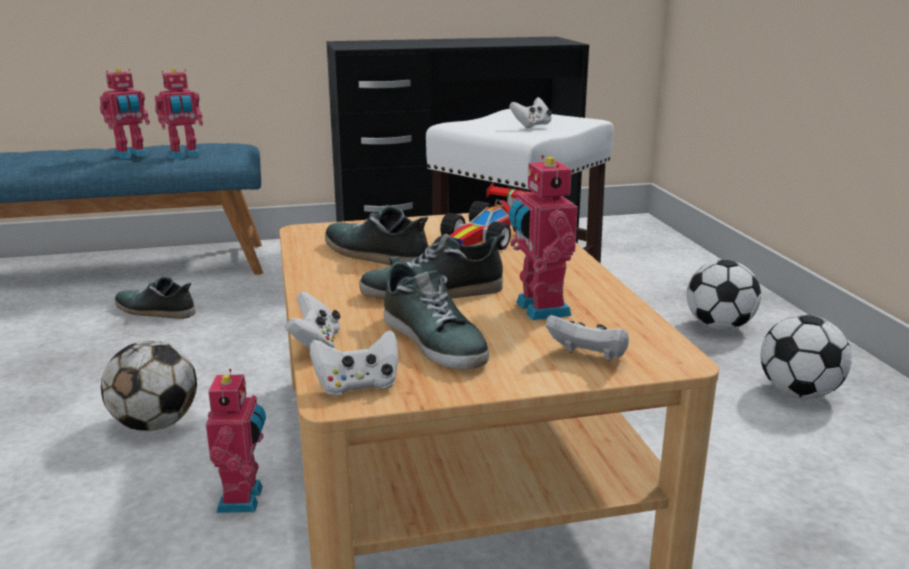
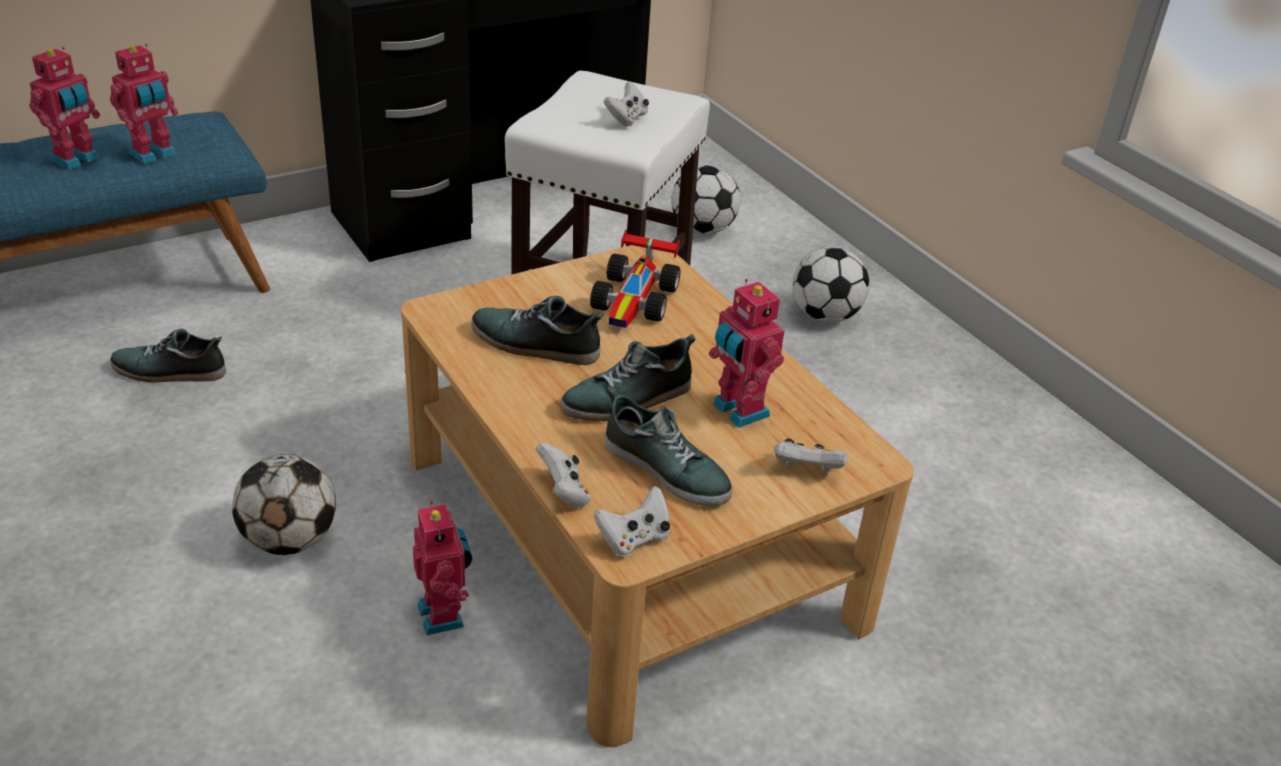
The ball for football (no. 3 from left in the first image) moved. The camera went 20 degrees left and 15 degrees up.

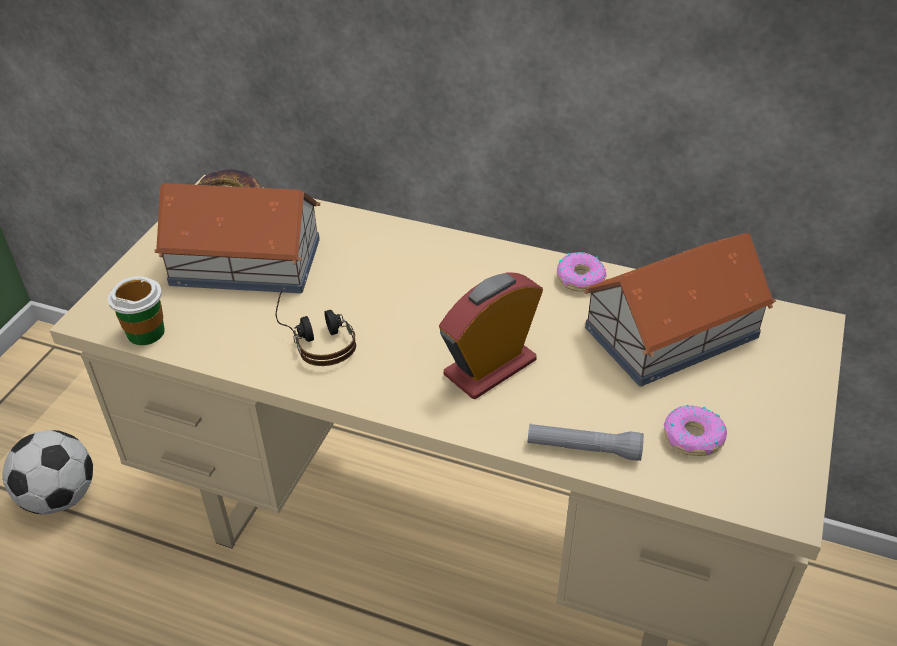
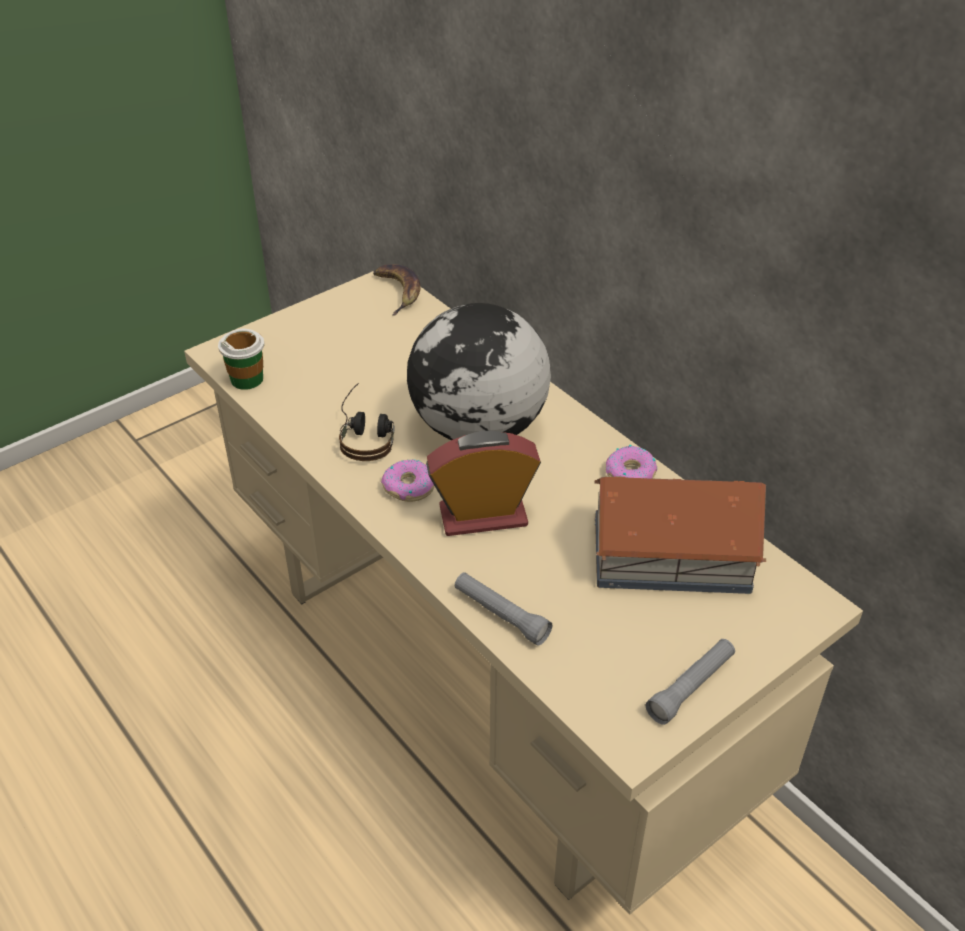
The ball for football disappeared. The miniature house (no. 1 from left) disappeared. The world globe appeared. The gray hand torch (no. 2 from left) appeared. The donut (no. 2 from left in the first image) moved. The camera went 30 degrees right and 0 degrees up.

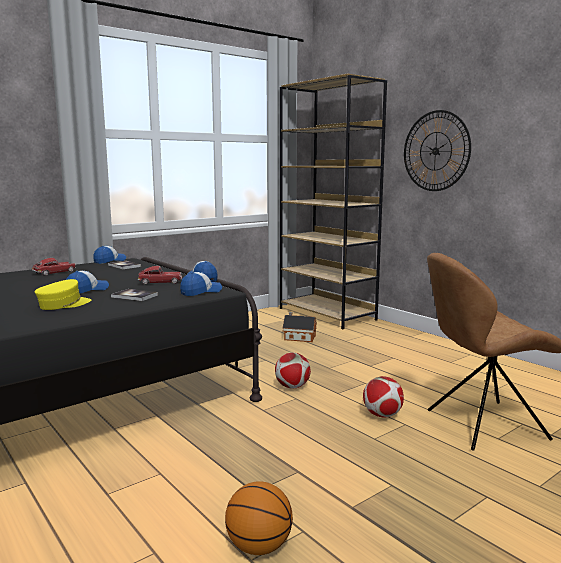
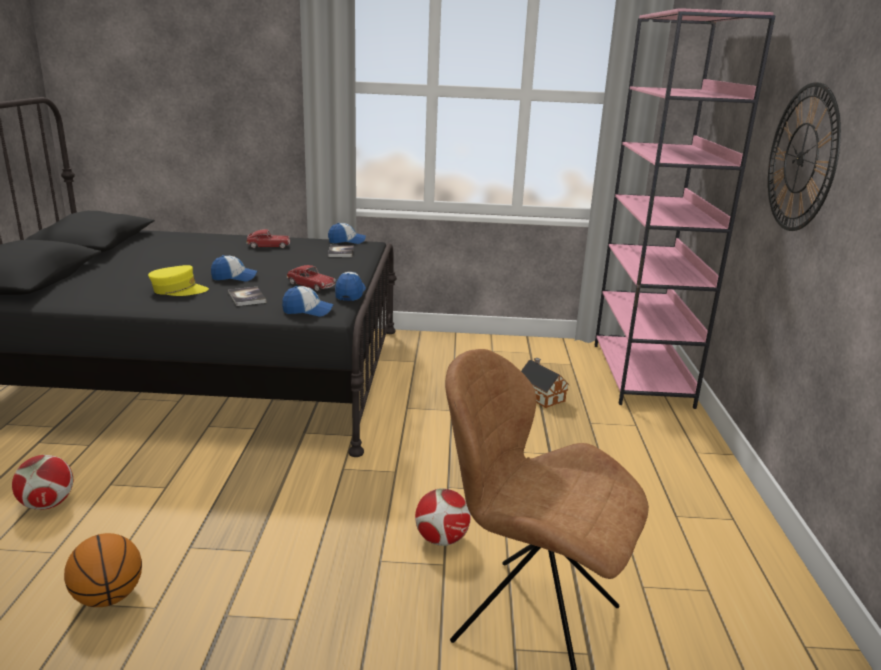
The ball for football (no. 1 from left) moved. The brown-coloured bookshelf became the pinkish bookshelf. The camera went 40 degrees right and 10 degrees up.

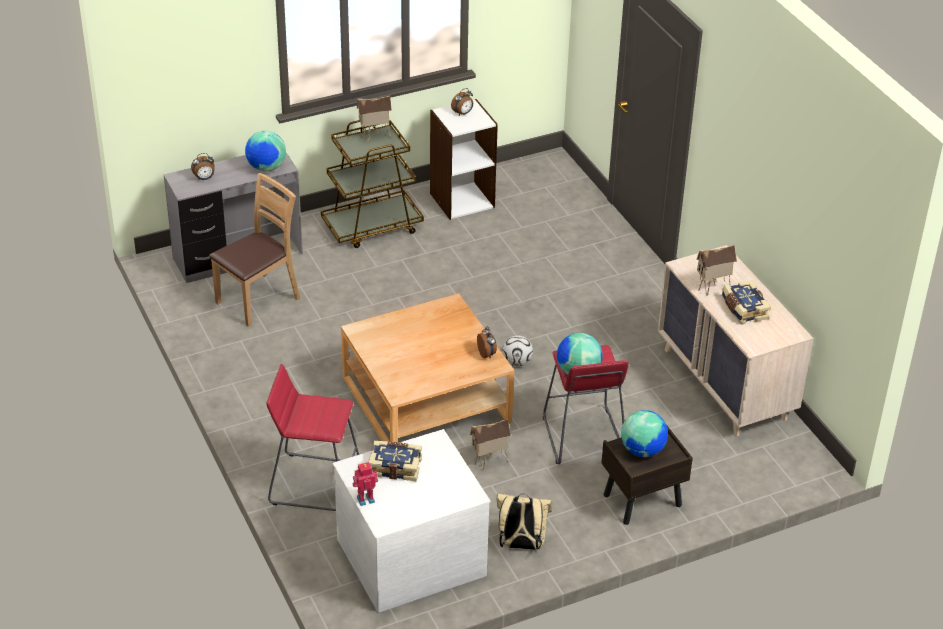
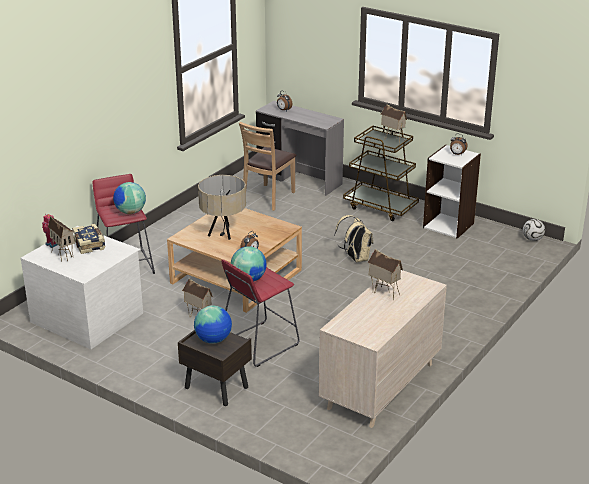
The volume (no. 2 from left) disappeared. The miniature house (no. 1 from left) appeared. The beige table lamp appeared. The world globe (no. 1 from left) moved. The beige backpack moved. The ball for football moved. The brown-coloured plain chair turned 105 degrees clockwise. The camera went 60 degrees right and 10 degrees down.

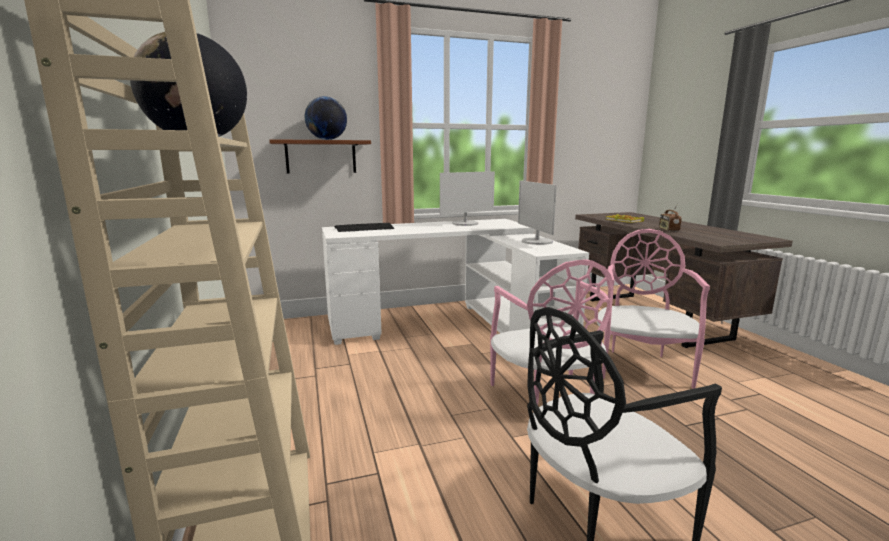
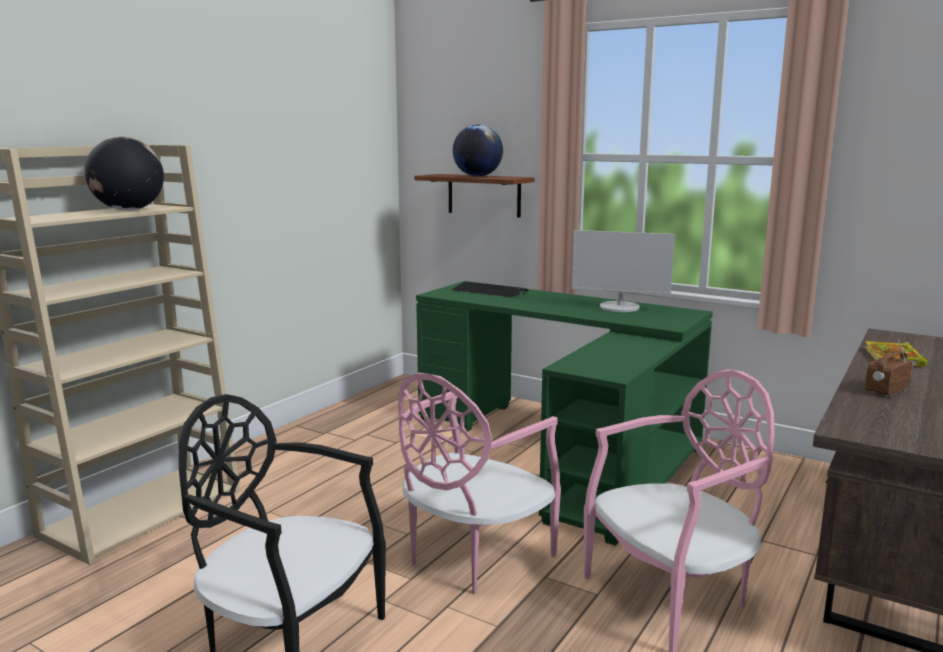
The computer screen (no. 2 from left) disappeared. The white-coloured desk table became the green desk table. The camera went 50 degrees right and 0 degrees up.

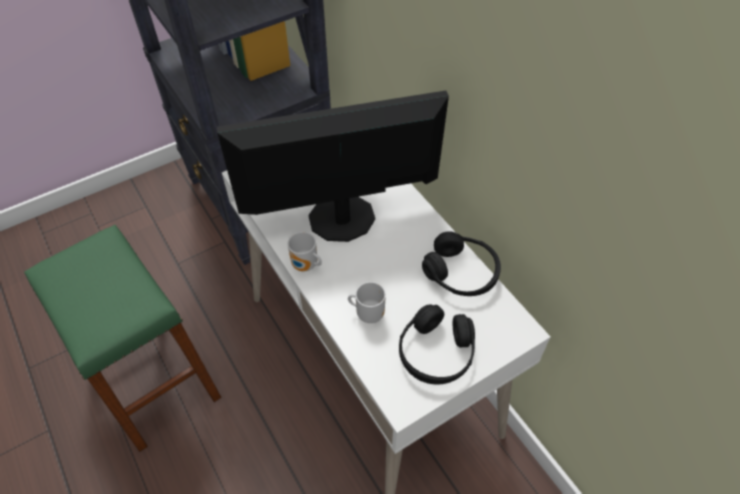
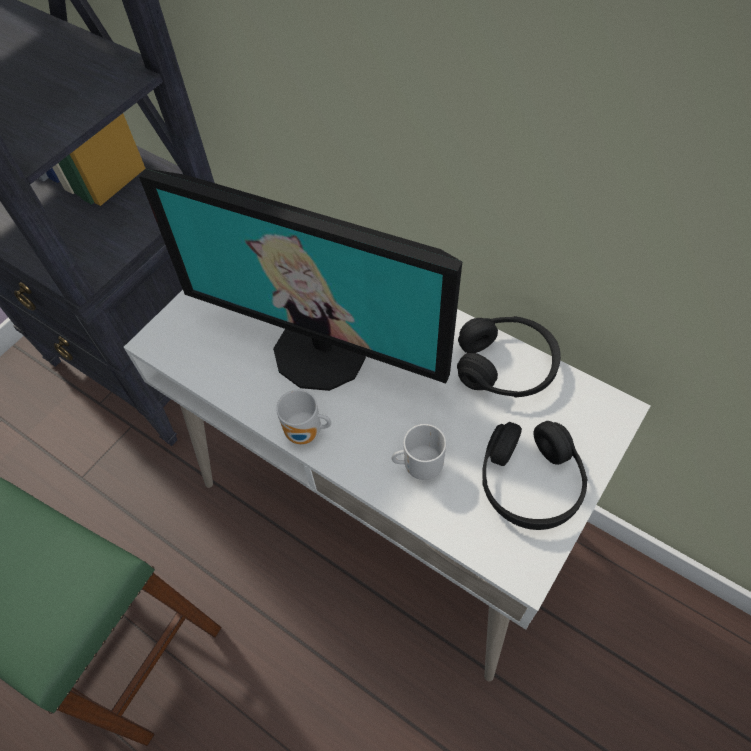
The computer screen turned 120 degrees counterclockwise. The camera went 20 degrees left and 5 degrees up.

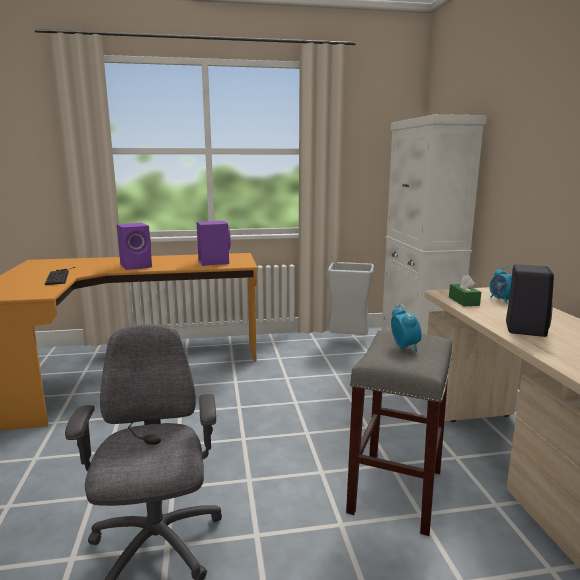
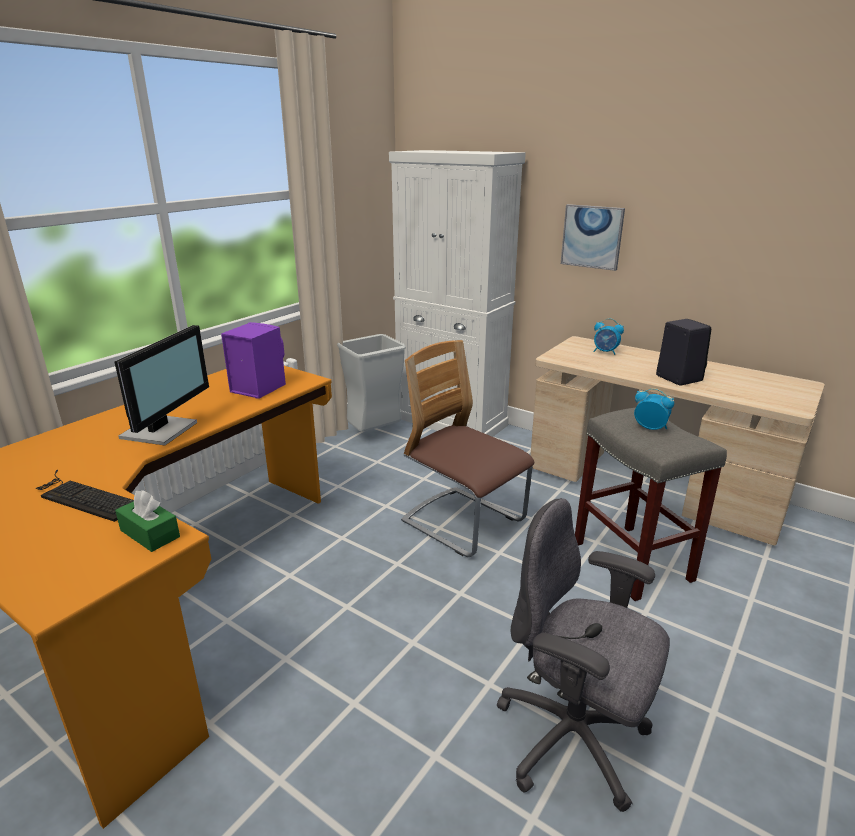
The plain chair appeared. The picture appeared. The green box of tissues moved. The purplish speaker (no. 1 from left) was replaced by the computer screen. The camera went 45 degrees left and 10 degrees up.

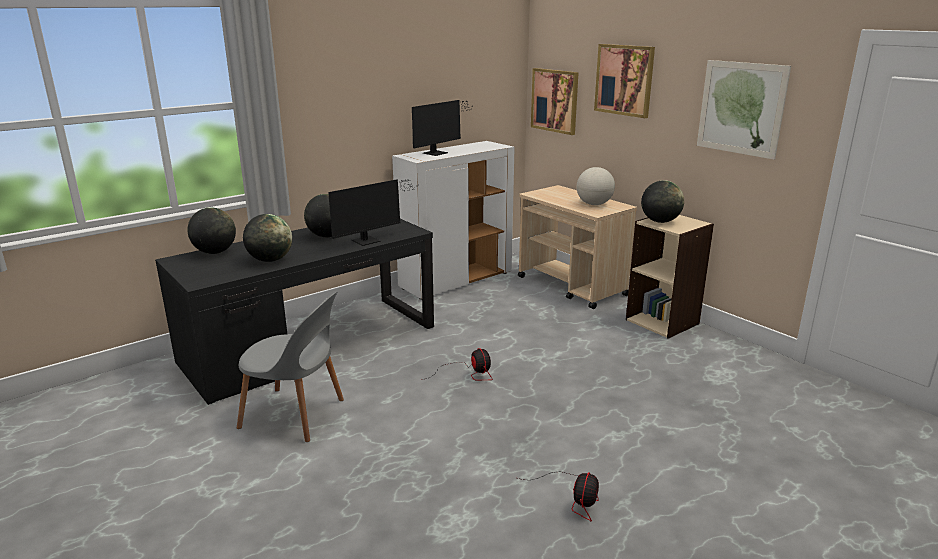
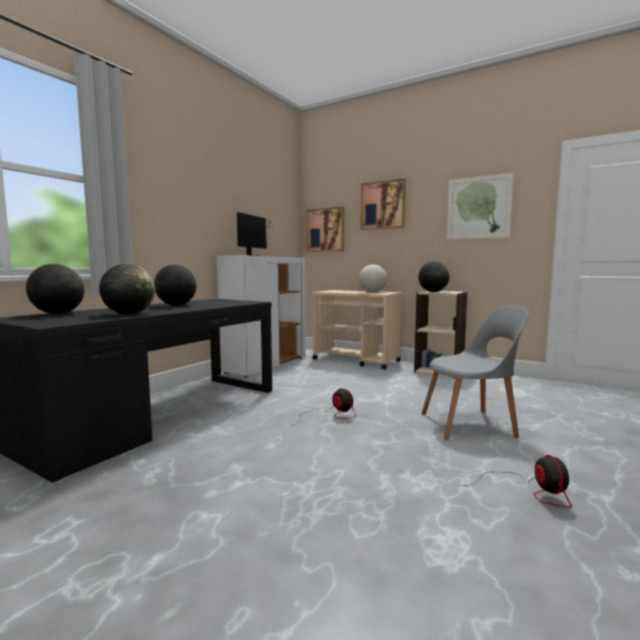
The computer screen (no. 1 from left) disappeared. The gray plain chair moved. The camera went 20 degrees left and 15 degrees down.

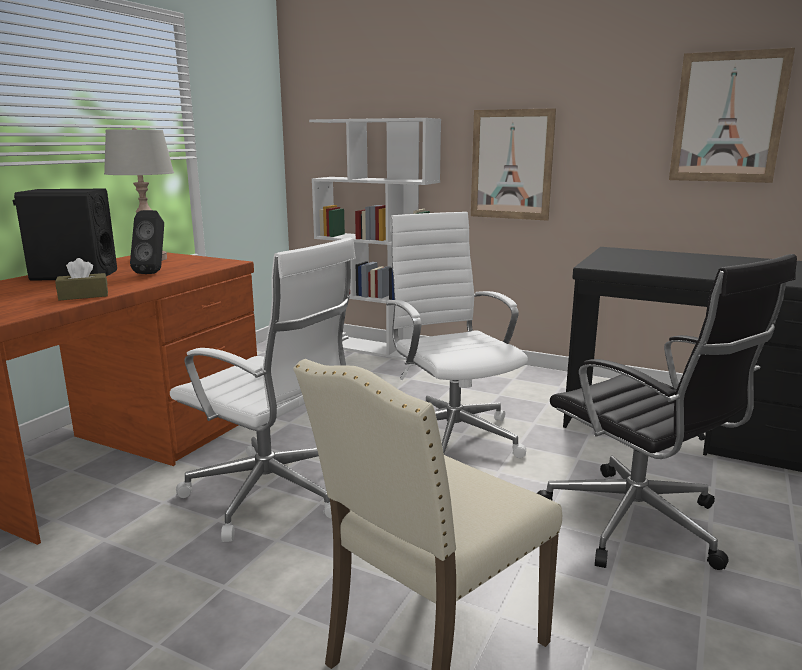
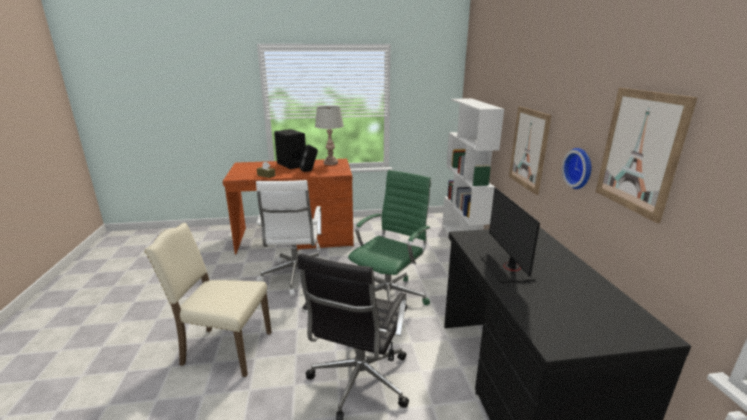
The computer screen appeared. The hanging clock appeared. The white-coloured computer chair (no. 2 from left) became the green computer chair. The camera went 55 degrees right and 5 degrees up.

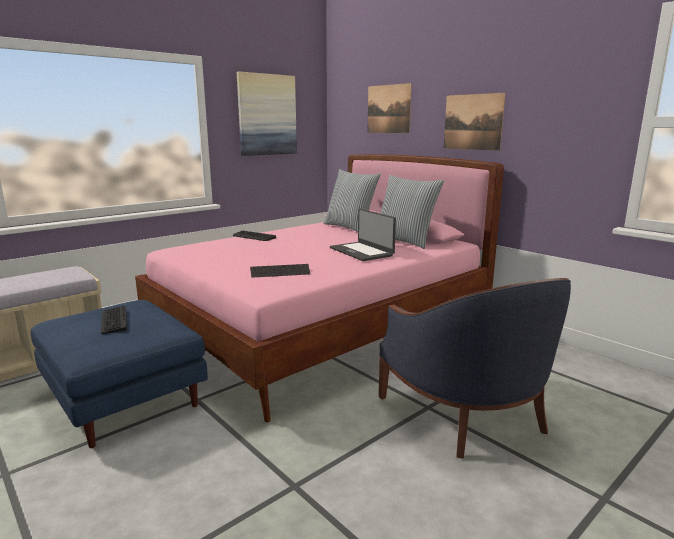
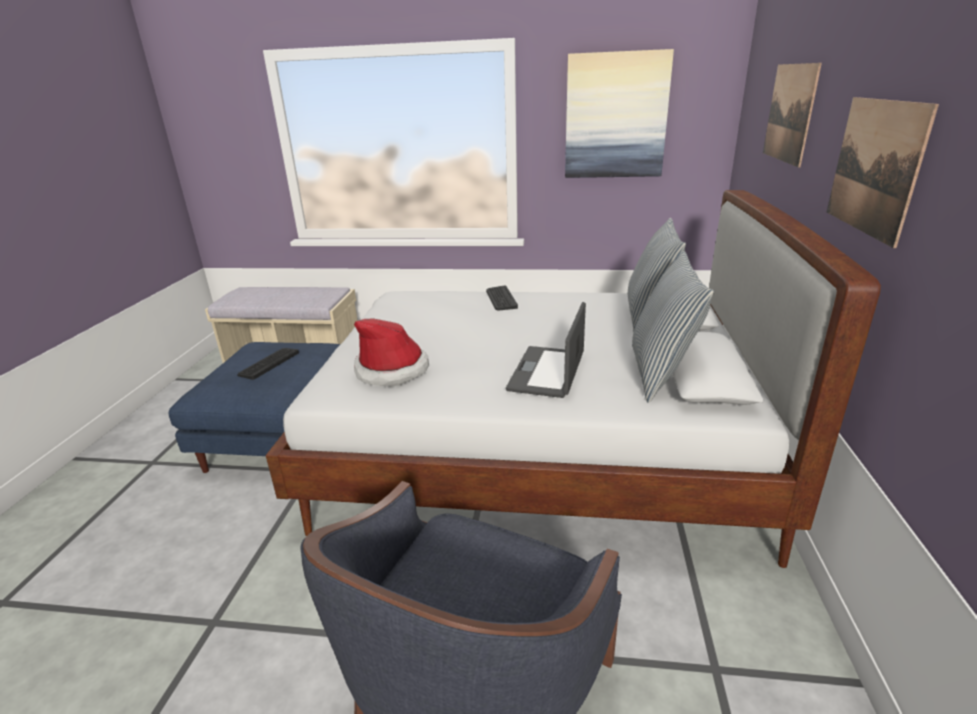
The keyboard (no. 3 from left) was replaced by the hat. The pinkish bedroom bed became the white-coloured bedroom bed. The camera went 50 degrees right and 10 degrees up.

